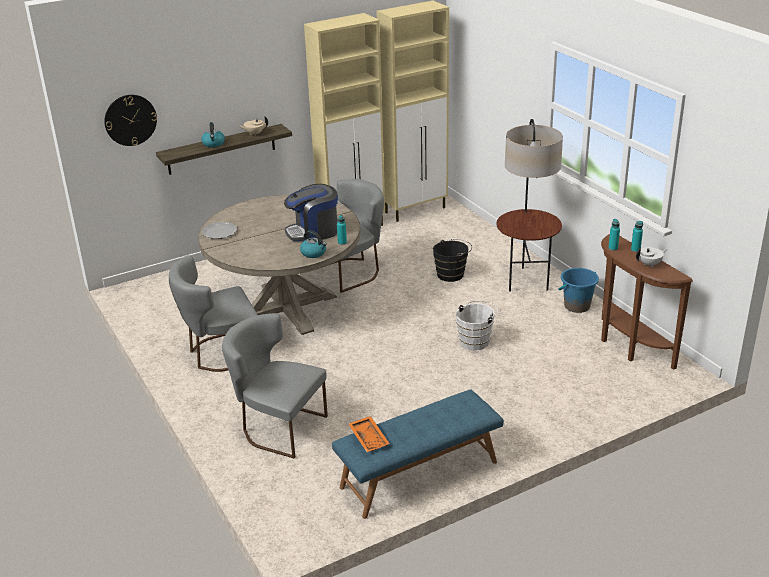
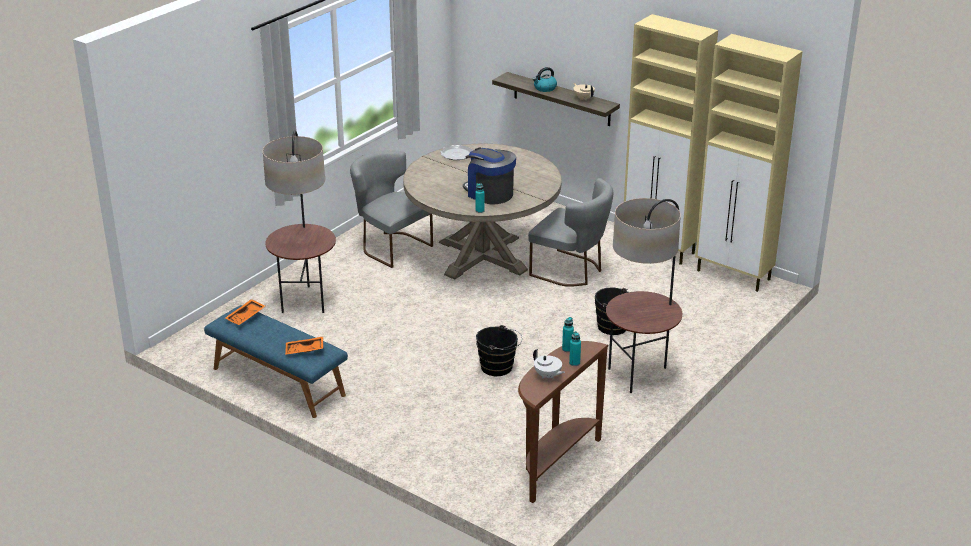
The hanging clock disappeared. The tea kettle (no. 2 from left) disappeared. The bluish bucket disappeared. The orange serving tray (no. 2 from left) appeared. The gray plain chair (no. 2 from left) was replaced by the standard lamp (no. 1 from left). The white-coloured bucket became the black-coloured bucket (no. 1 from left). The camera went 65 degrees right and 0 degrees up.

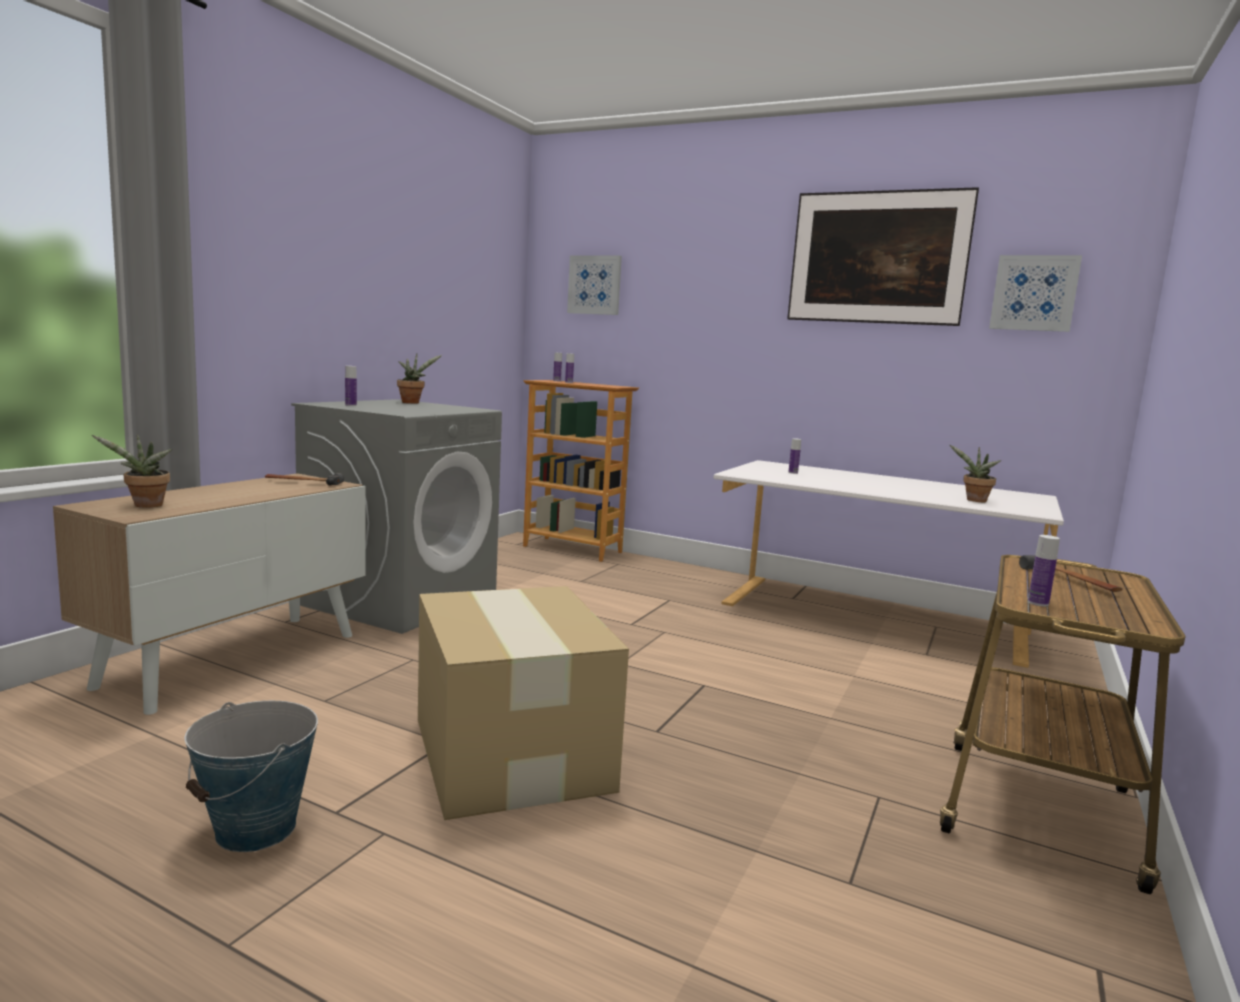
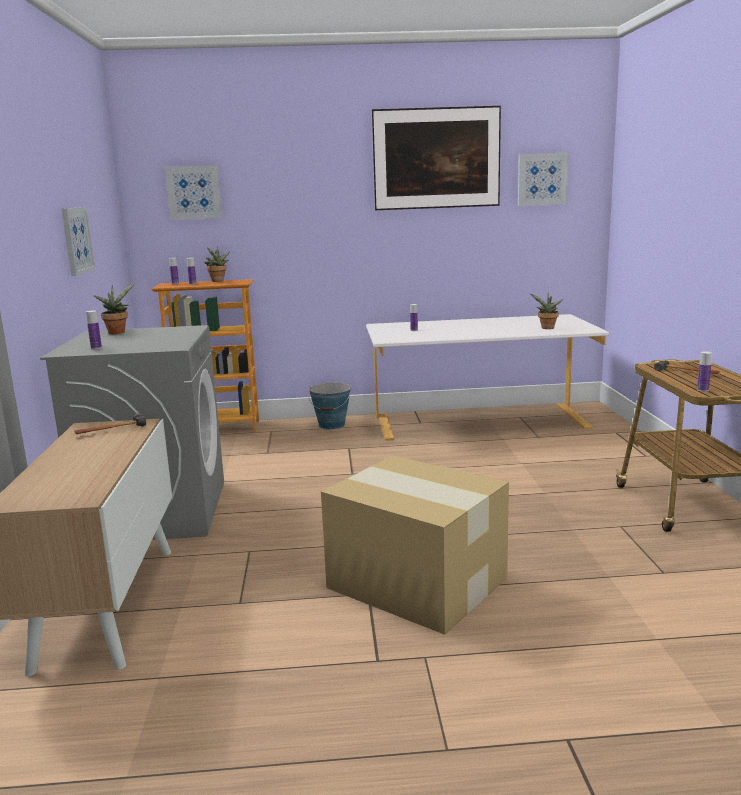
The picture (no. 1 from left) appeared. The plant in a pot (no. 1 from left in the first image) moved. The bucket moved. The camera went 30 degrees left and 5 degrees up.

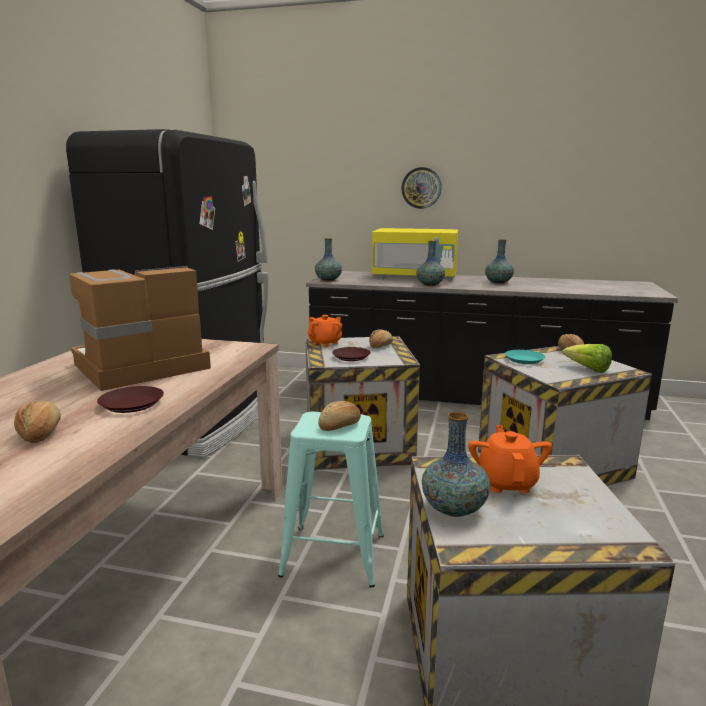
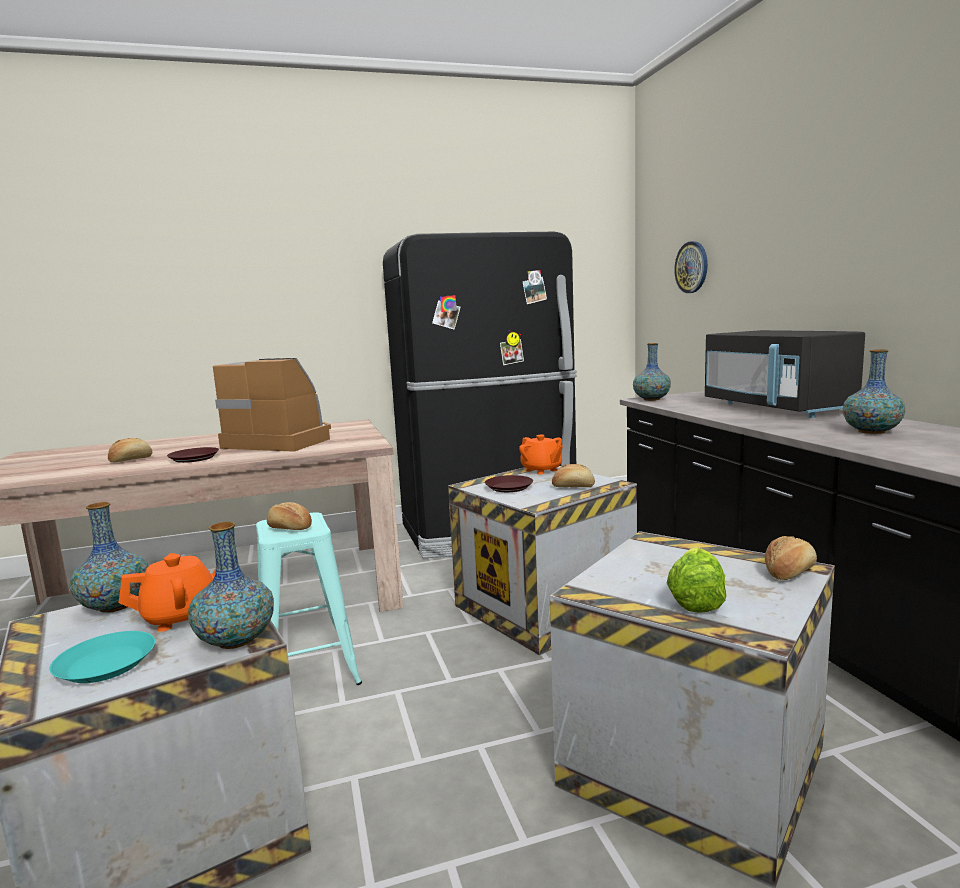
The hanging clock moved. The decorative vase (no. 2 from left) moved. The turquoise flat dish moved. The yellow-coloured microwave became the black-coloured microwave. The orange teapot (no. 1 from left in the first image) turned 45 degrees clockwise. The camera went 60 degrees right and 5 degrees down.

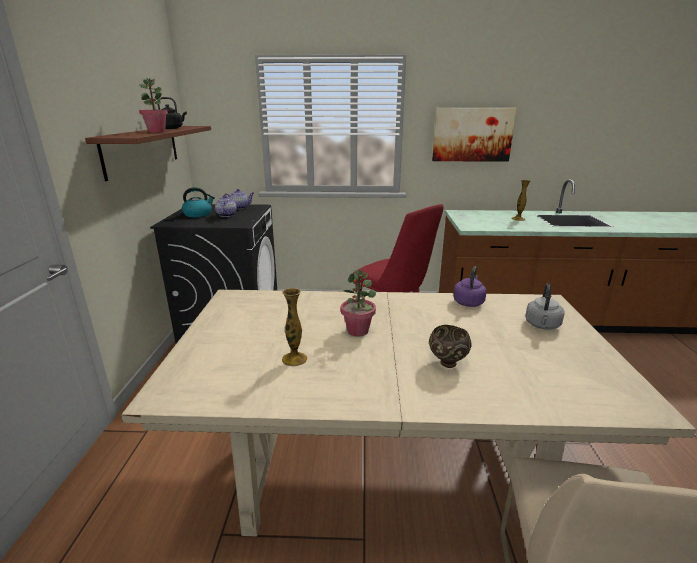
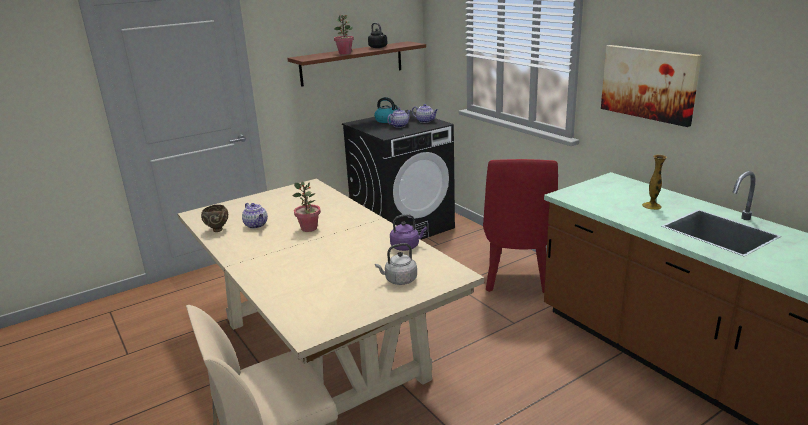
The brown-coloured serving bowl moved. The decorative vase (no. 1 from left) was replaced by the teapot (no. 1 from left). The camera went 55 degrees right and 0 degrees up.

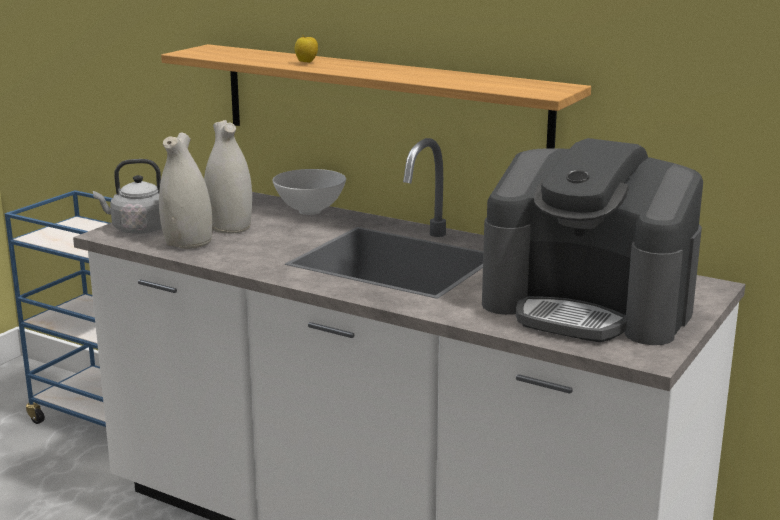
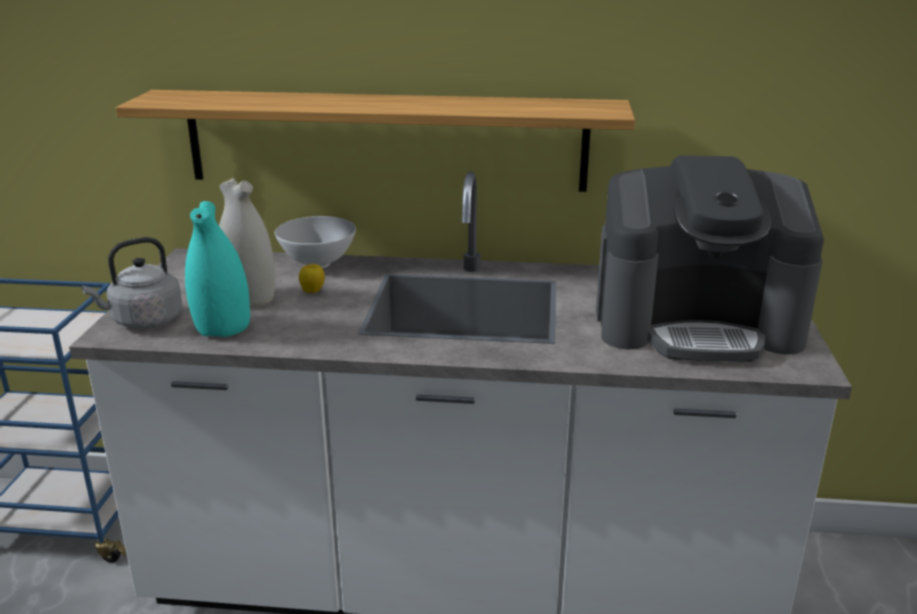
The apple fruit moved. The white-coloured decorative vase (no. 1 from left) became the turquoise decorative vase. The camera went 25 degrees left and 5 degrees up.

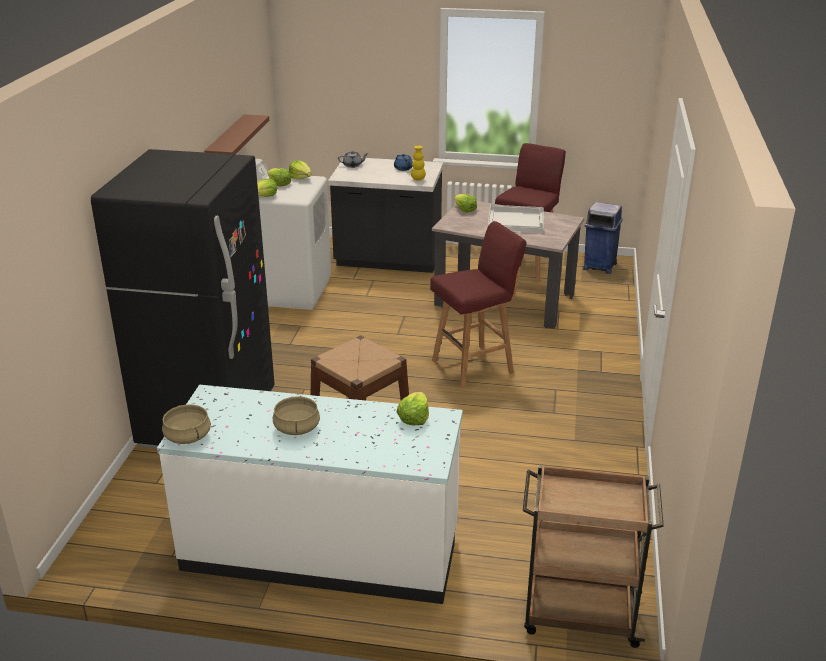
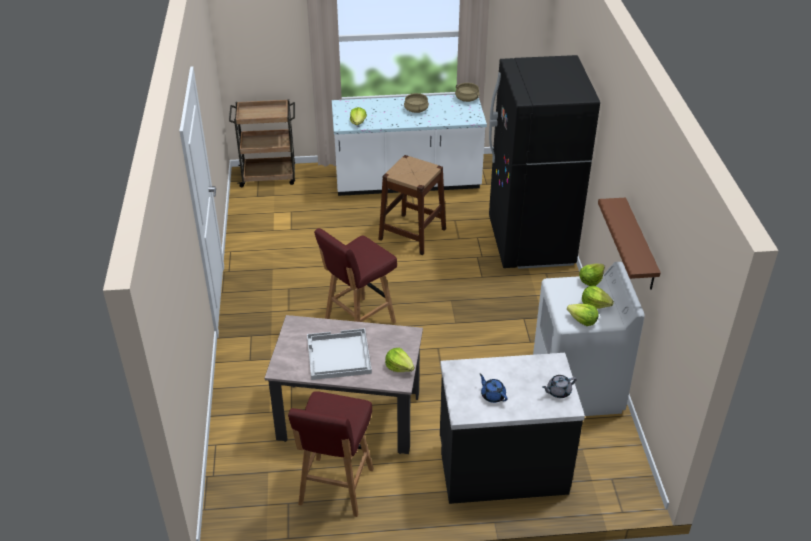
The yellow-coloured decorative vase disappeared. The bluish waste bin disappeared. The camera went 165 degrees right and 10 degrees up.

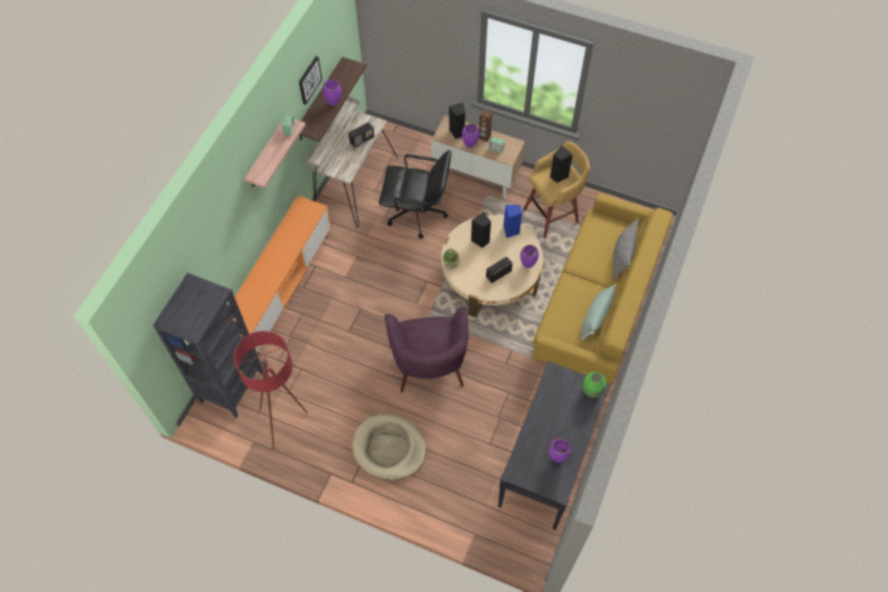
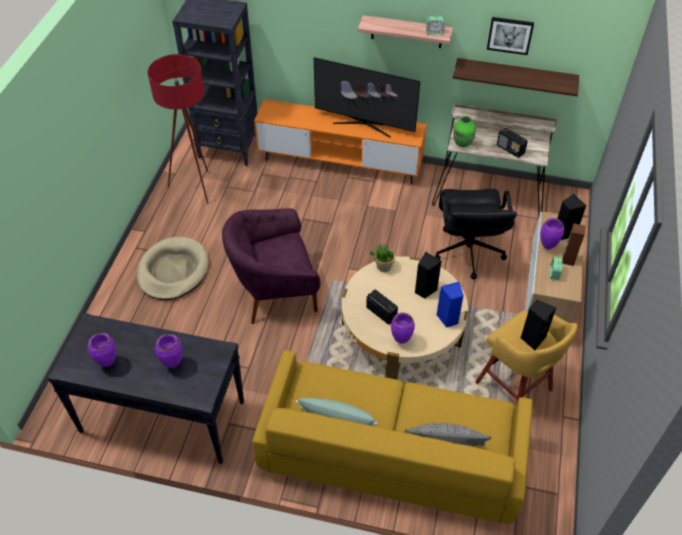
The television appeared. The purplish decorative vase (no. 1 from left in the first image) moved. The green decorative vase moved. The camera went 80 degrees right and 10 degrees down.

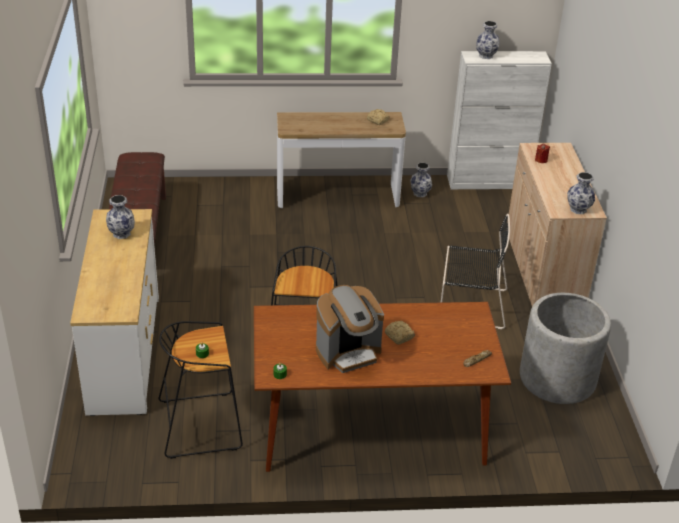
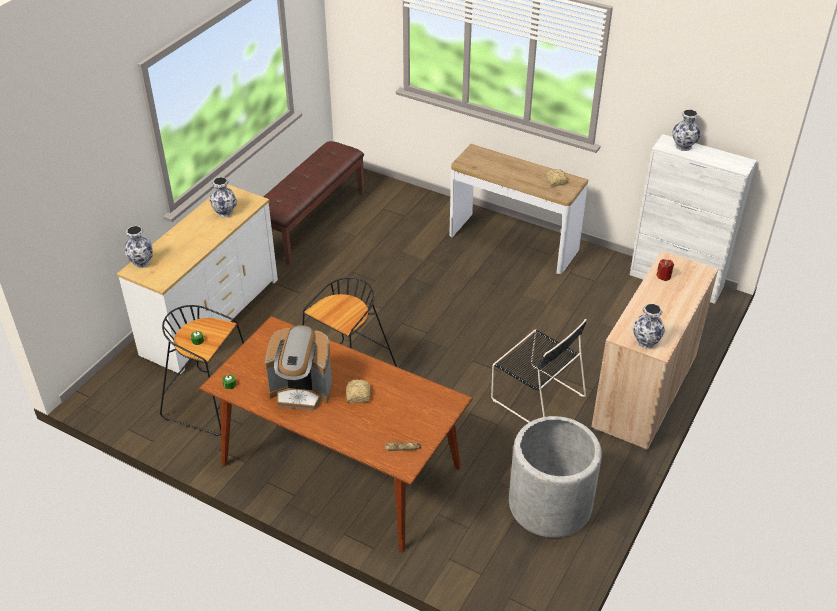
The decorative vase (no. 2 from left in the first image) moved. The camera went 35 degrees right and 5 degrees up.

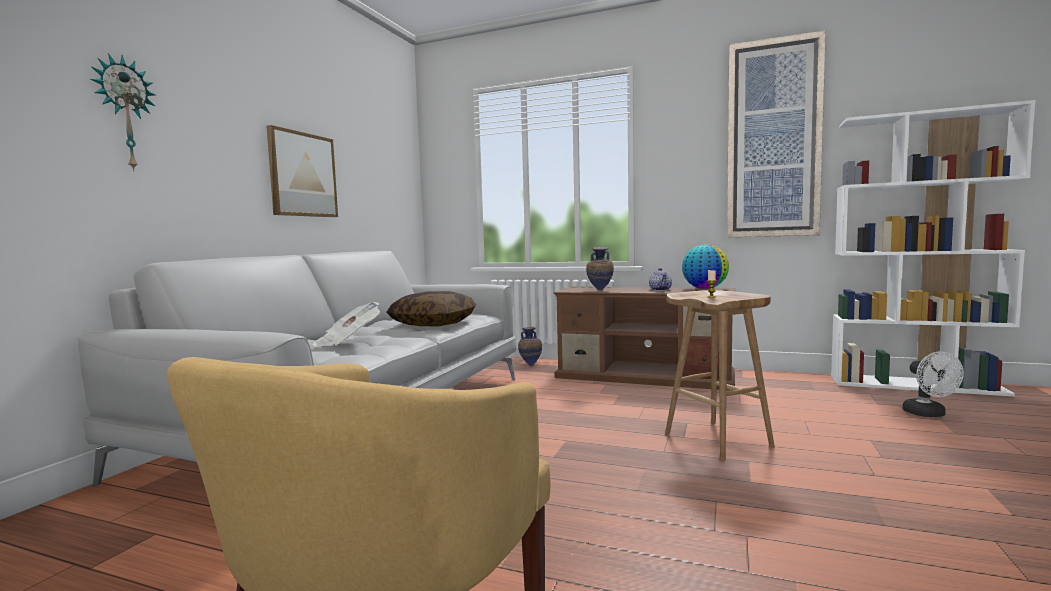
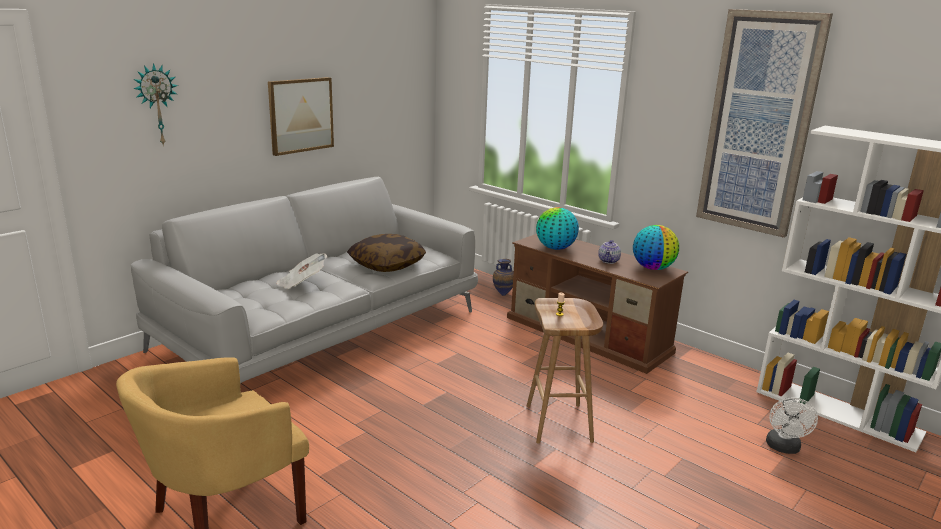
The decorative vase (no. 2 from left) was replaced by the world globe (no. 1 from left). The camera went 20 degrees right and 15 degrees up.

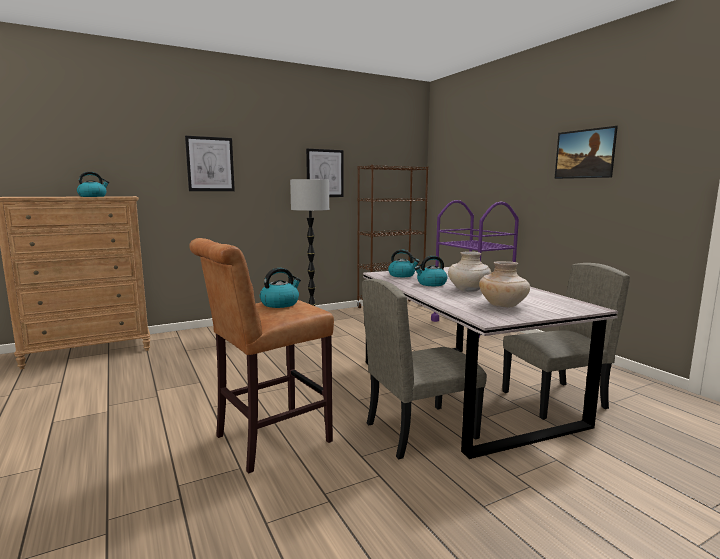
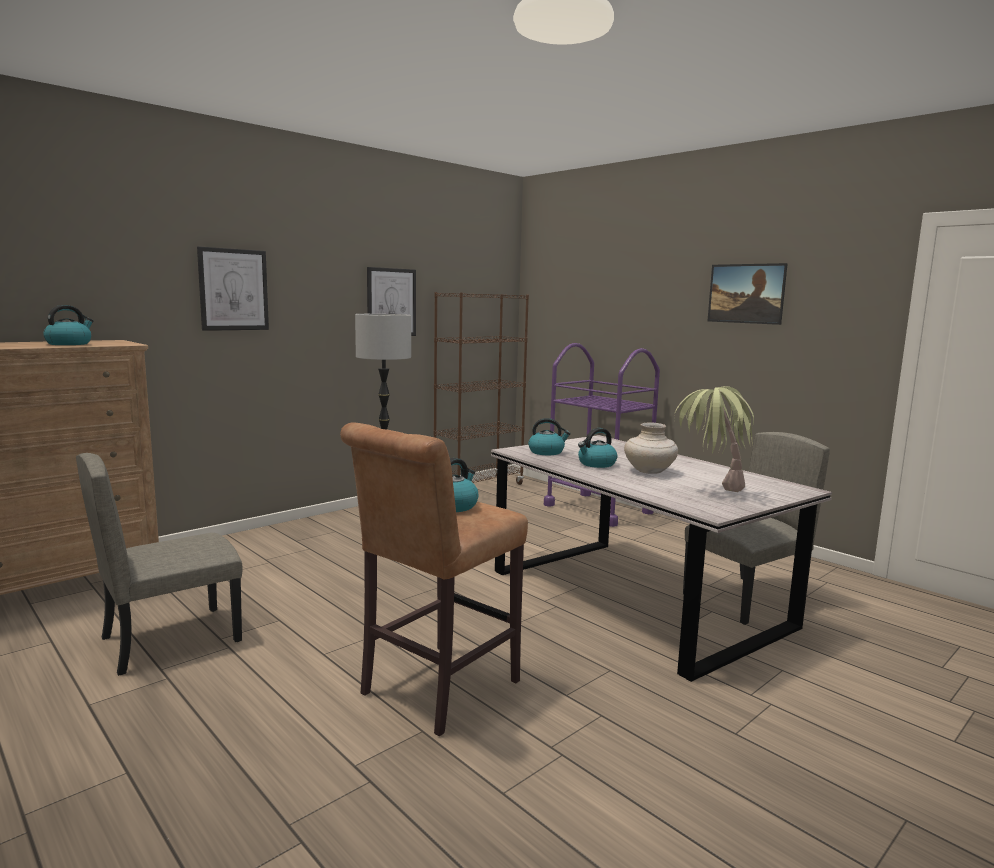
The beige plain chair (no. 1 from left) moved. The beige decorative vase (no. 2 from left) was replaced by the plant in a pot. The camera went 15 degrees left and 0 degrees up.

